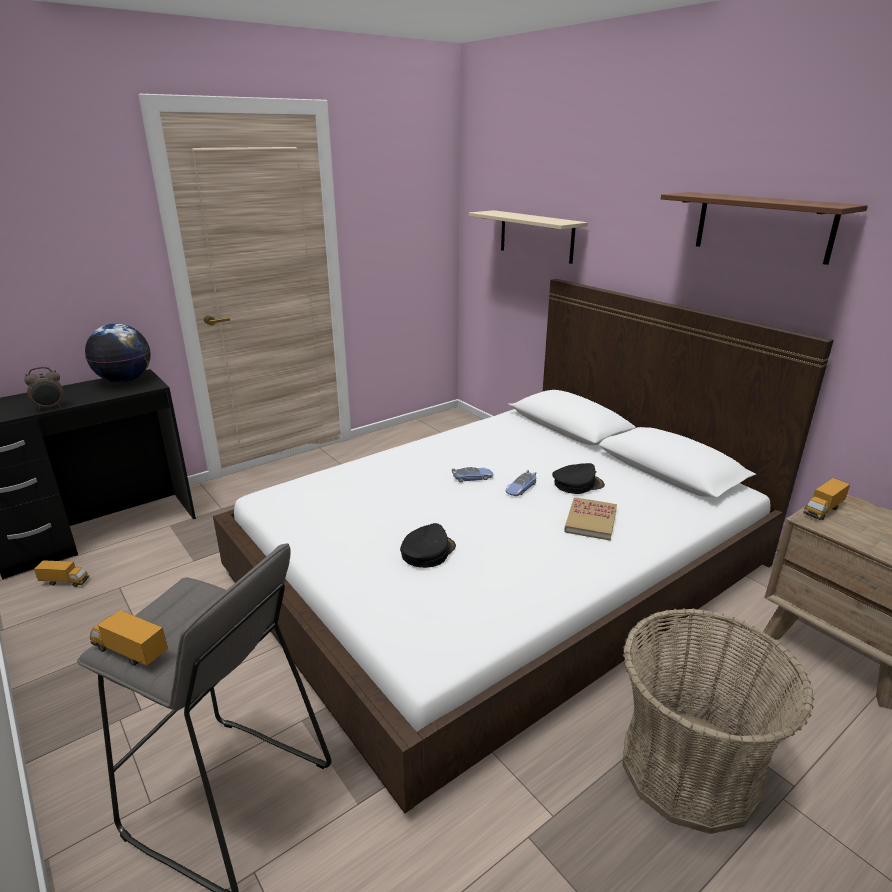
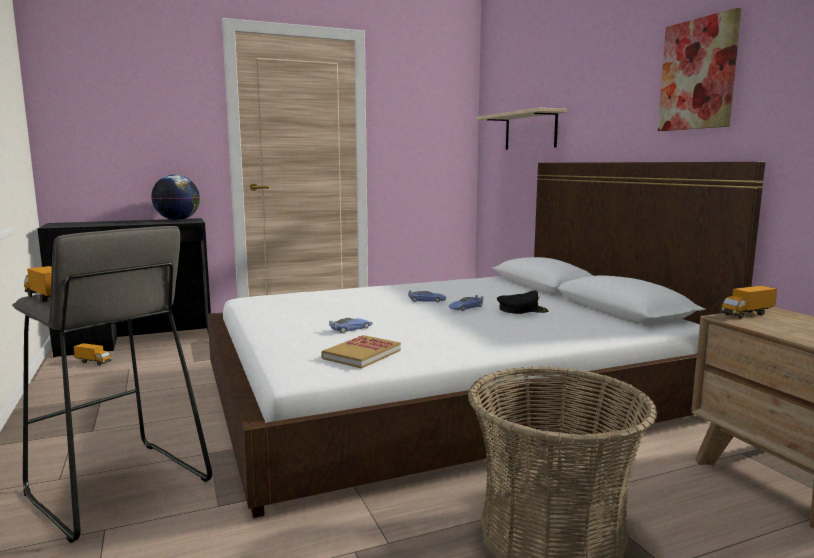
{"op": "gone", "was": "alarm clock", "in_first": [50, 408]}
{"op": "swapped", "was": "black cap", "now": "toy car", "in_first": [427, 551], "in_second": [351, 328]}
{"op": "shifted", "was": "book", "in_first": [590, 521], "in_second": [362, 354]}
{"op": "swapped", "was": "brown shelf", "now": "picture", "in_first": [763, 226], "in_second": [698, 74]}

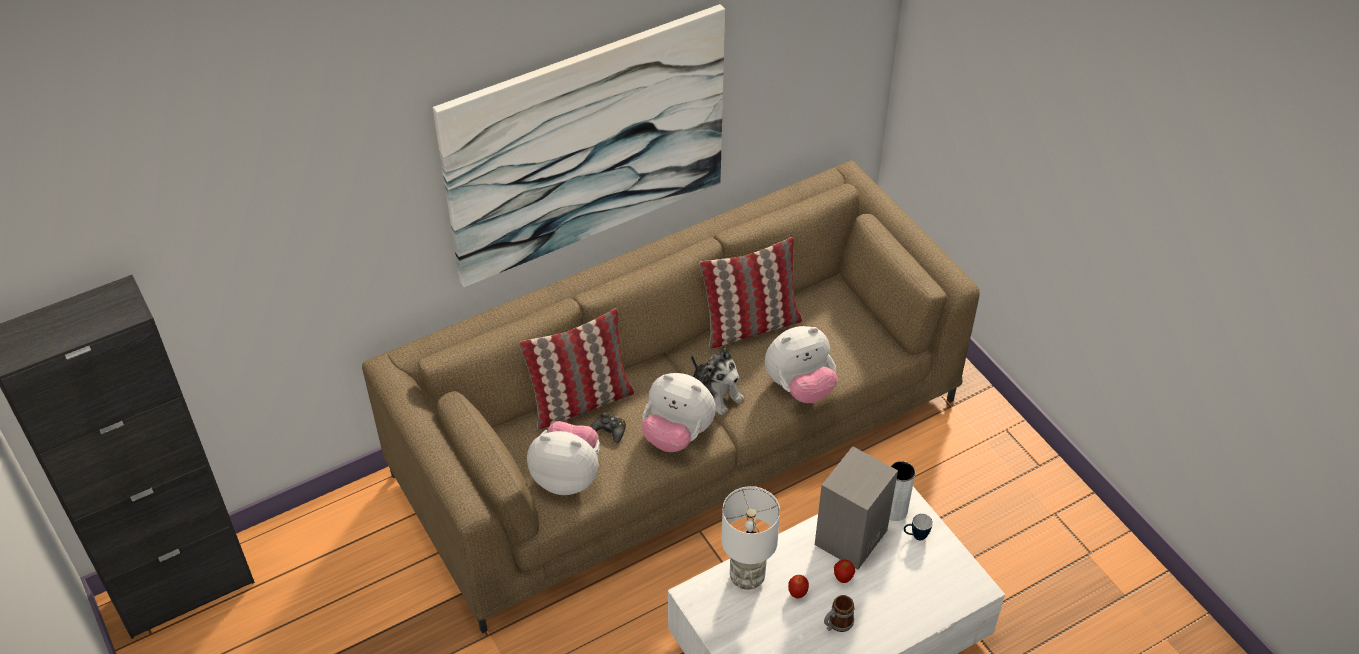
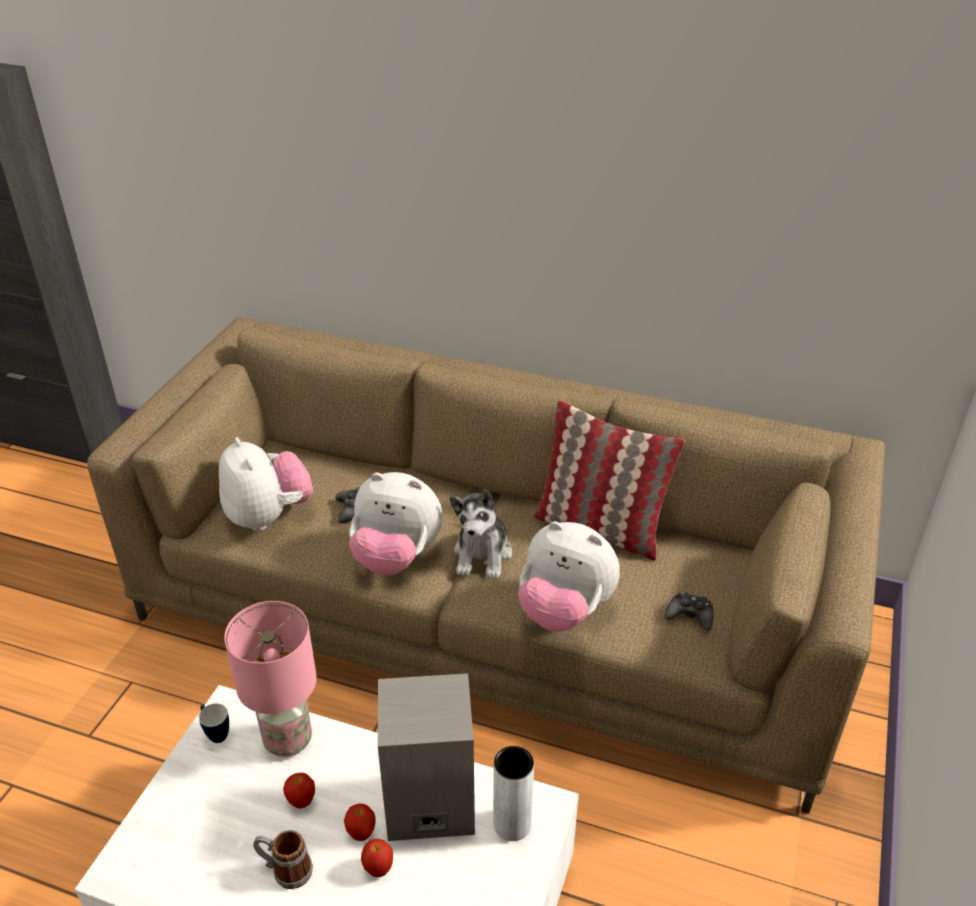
{"op": "gone", "was": "picture", "in_first": [587, 145]}
{"op": "gone", "was": "pillow", "in_first": [580, 402]}
{"op": "rotated", "was": "plush toy", "in_first": [677, 434], "in_second": [396, 557], "clockwise": -60}
{"op": "repainted", "was": "white table lamp", "now": "pink table lamp", "in_first": [746, 578], "in_second": [287, 740]}
{"op": "shifted", "was": "mug", "in_first": [915, 536], "in_second": [215, 733]}
{"op": "new", "now": "apple", "in_second": [378, 869]}
{"op": "new", "now": "black game controller", "in_second": [690, 615]}

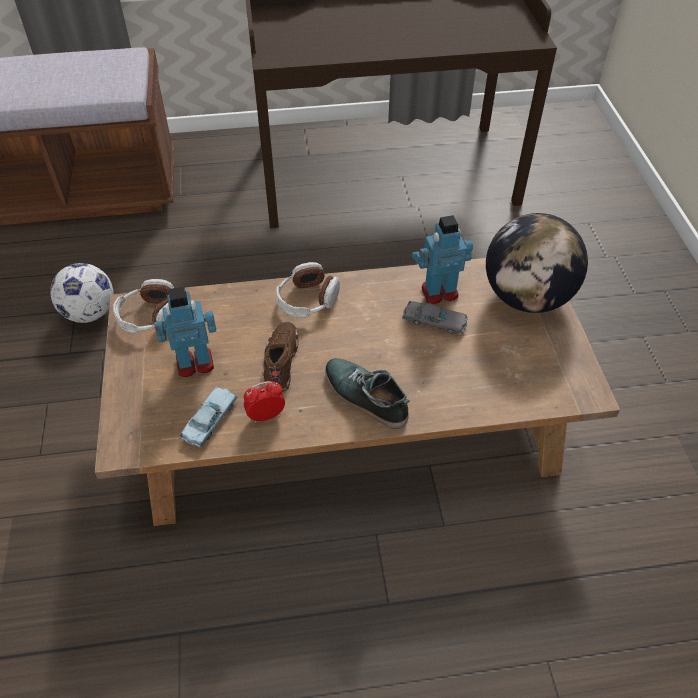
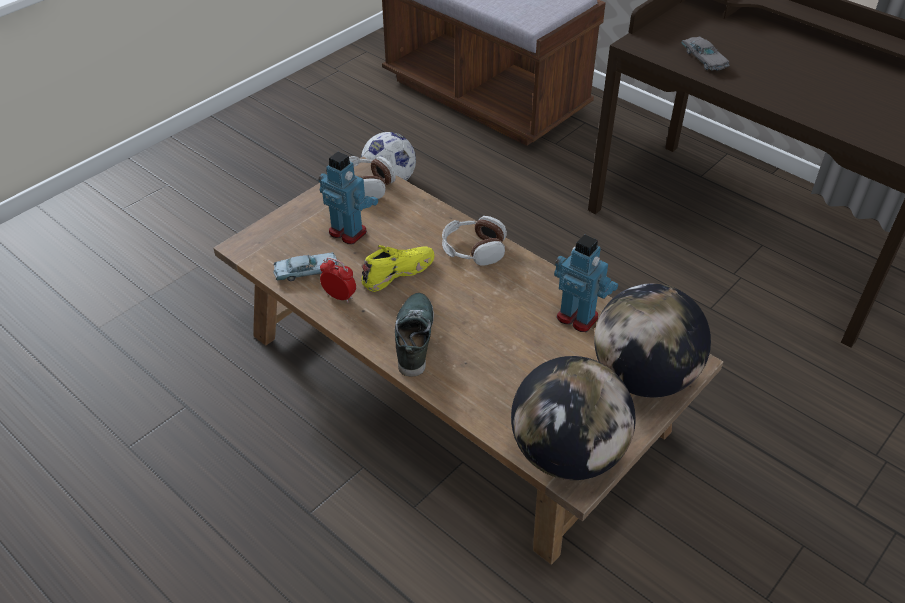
{"op": "repainted", "was": "brown shoe", "now": "yellow shoe", "in_first": [280, 360], "in_second": [397, 272]}
{"op": "shifted", "was": "grey toy car", "in_first": [434, 322], "in_second": [703, 59]}
{"op": "new", "now": "globe", "in_second": [567, 454]}

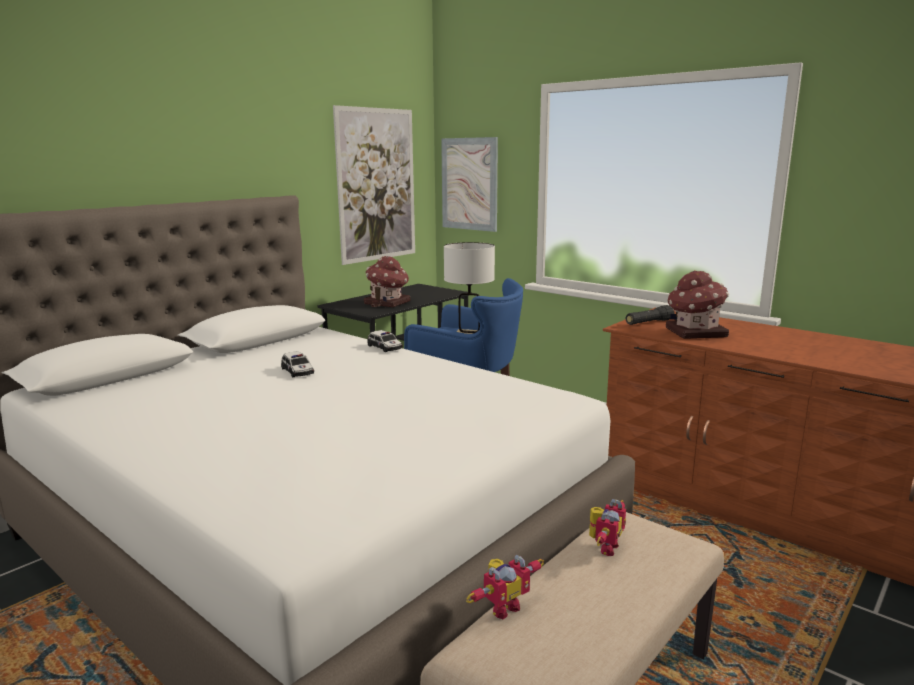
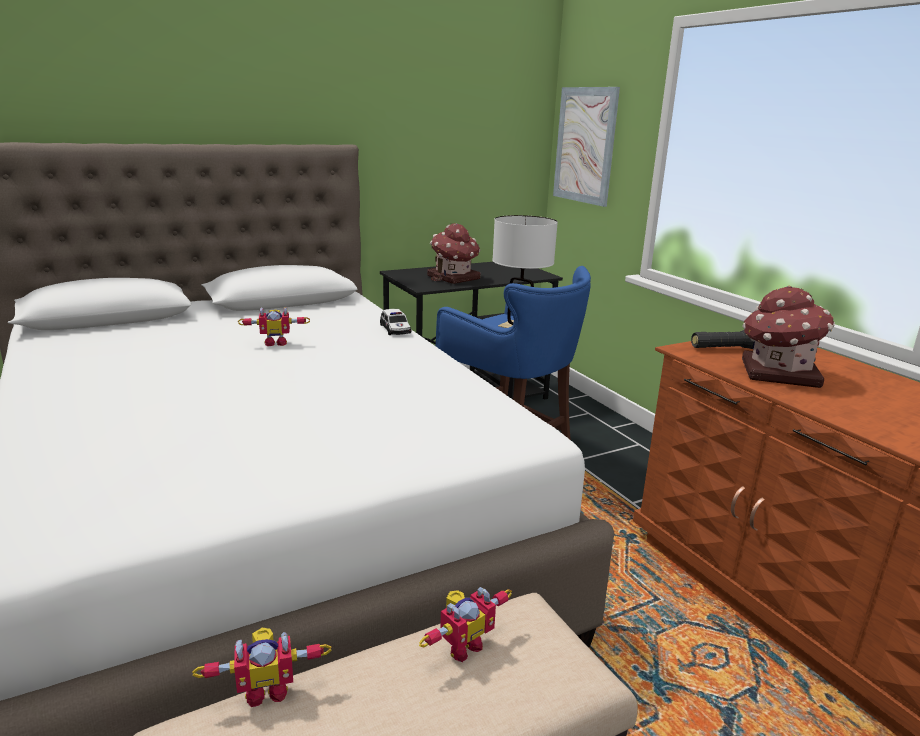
{"op": "swapped", "was": "toy car", "now": "toy robot", "in_first": [298, 371], "in_second": [276, 342]}
{"op": "gone", "was": "picture", "in_first": [376, 185]}

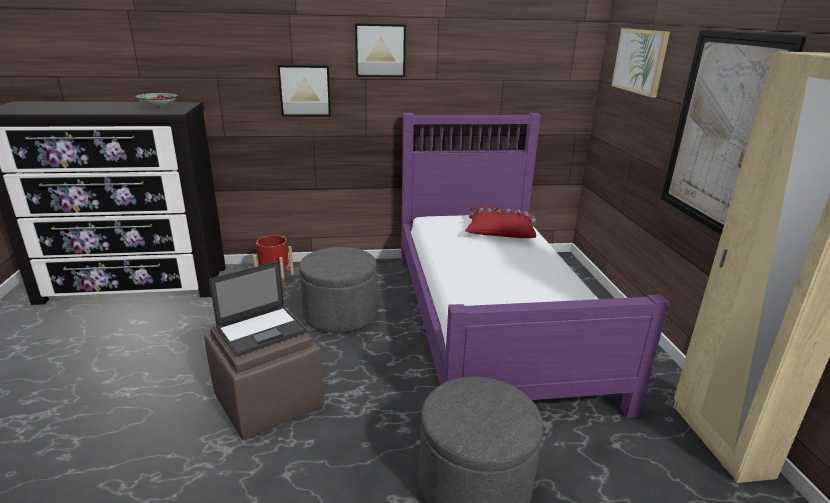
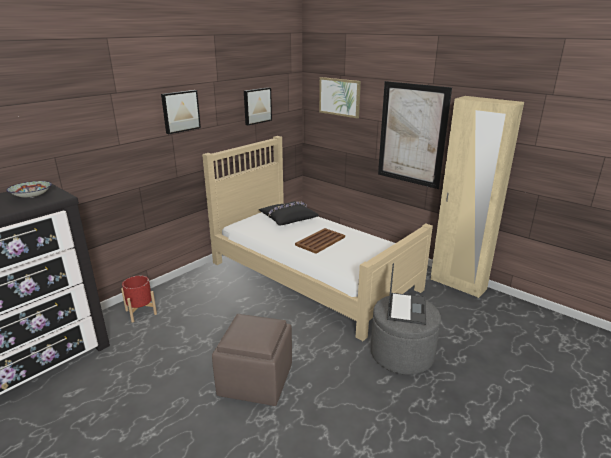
{"op": "shifted", "was": "laptop", "in_first": [262, 330], "in_second": [406, 308]}
{"op": "shifted", "was": "picture", "in_first": [305, 90], "in_second": [257, 105]}
{"op": "gone", "was": "grey ottoman", "in_first": [340, 314]}
{"op": "repainted", "was": "purple bed", "now": "beige bed", "in_first": [492, 319], "in_second": [312, 275]}
{"op": "repainted", "was": "red pillow", "now": "black pillow", "in_first": [500, 230], "in_second": [288, 218]}
{"op": "new", "now": "brown tray", "in_second": [321, 241]}

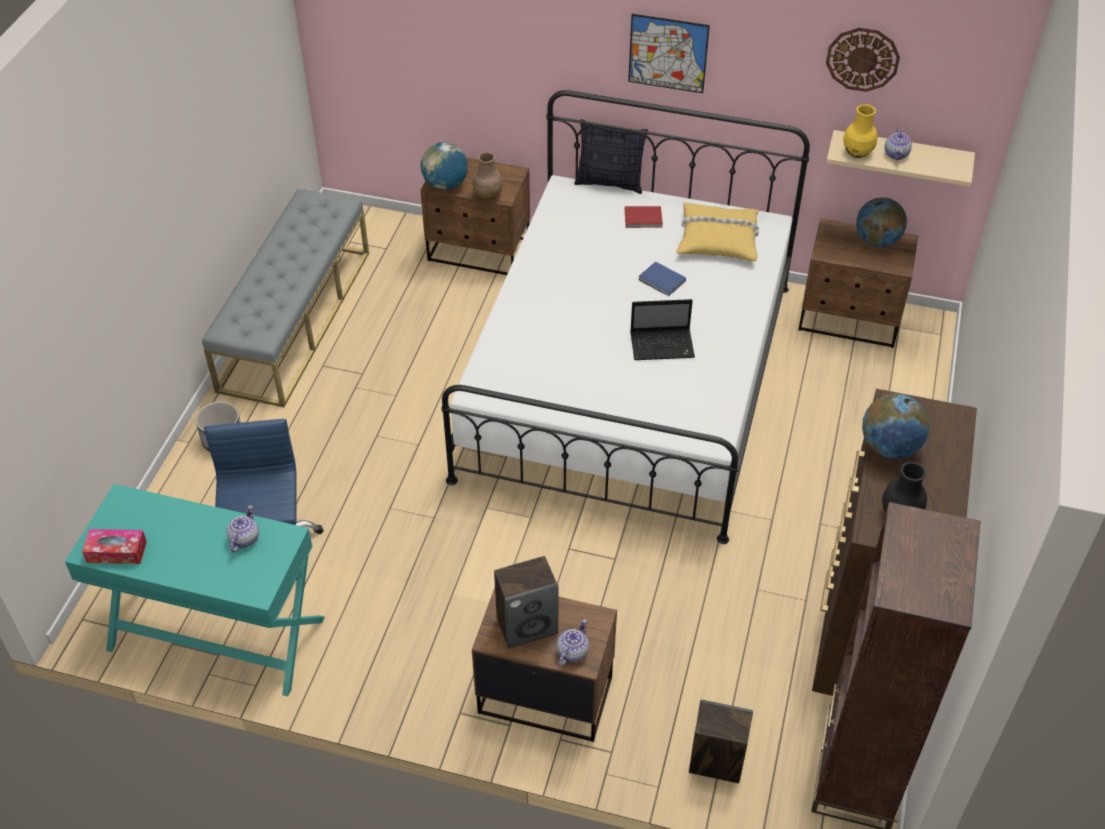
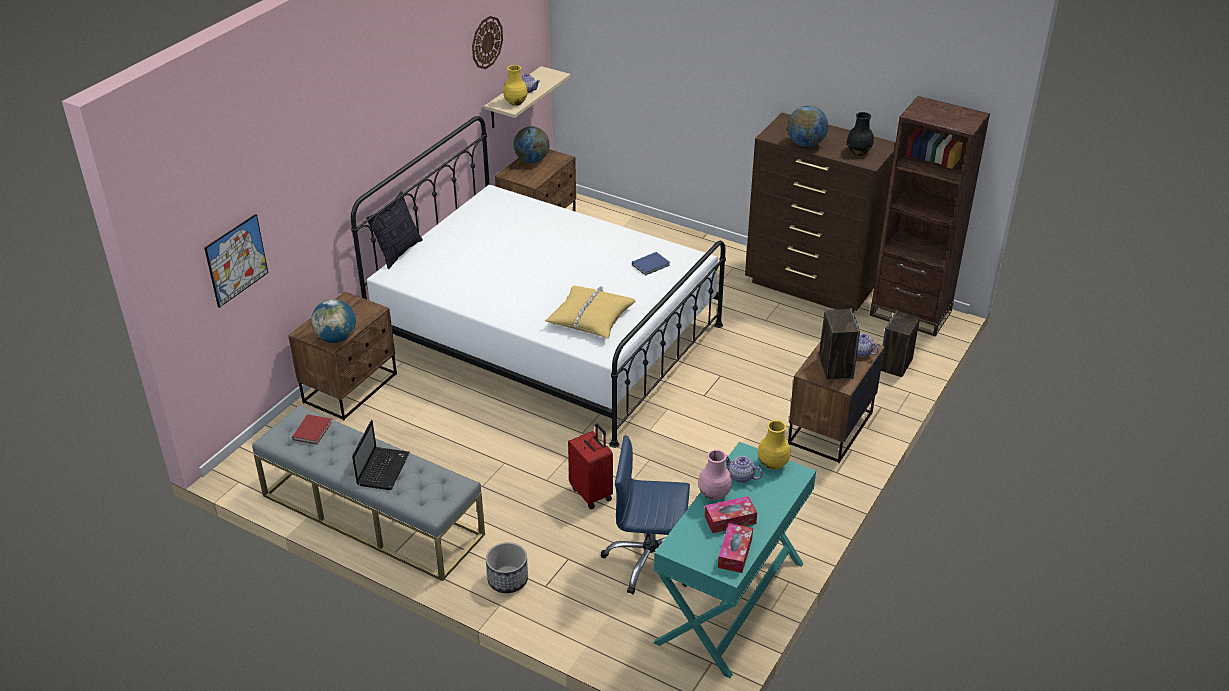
{"op": "gone", "was": "brown vase", "in_first": [488, 195]}
{"op": "shifted", "was": "red book", "in_first": [644, 219], "in_second": [313, 430]}
{"op": "shifted", "was": "picture", "in_first": [668, 53], "in_second": [236, 260]}
{"op": "shifted", "was": "laptop", "in_first": [663, 345], "in_second": [383, 468]}
{"op": "shifted", "was": "blue book", "in_first": [662, 281], "in_second": [652, 265]}
{"op": "shifted", "was": "yellow pillow", "in_first": [718, 239], "in_second": [590, 318]}
{"op": "new", "now": "red suitcase", "in_second": [592, 493]}
{"op": "new", "now": "pink vase", "in_second": [714, 494]}
{"op": "new", "now": "tissue box", "in_second": [730, 520]}
{"op": "new", "now": "yellow vase", "in_second": [773, 464]}

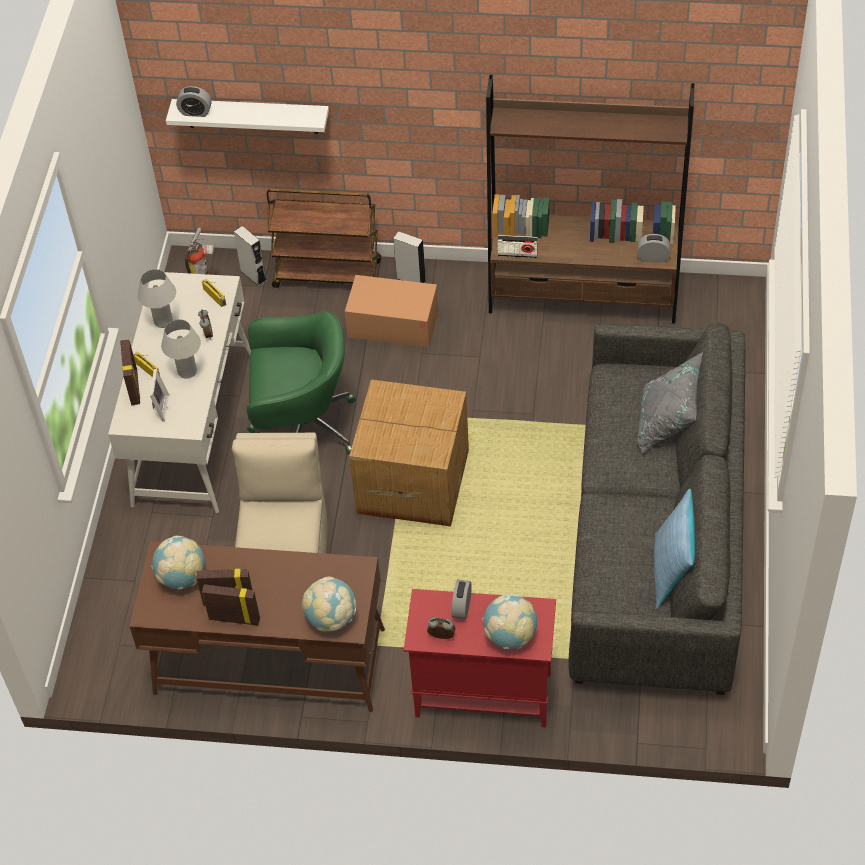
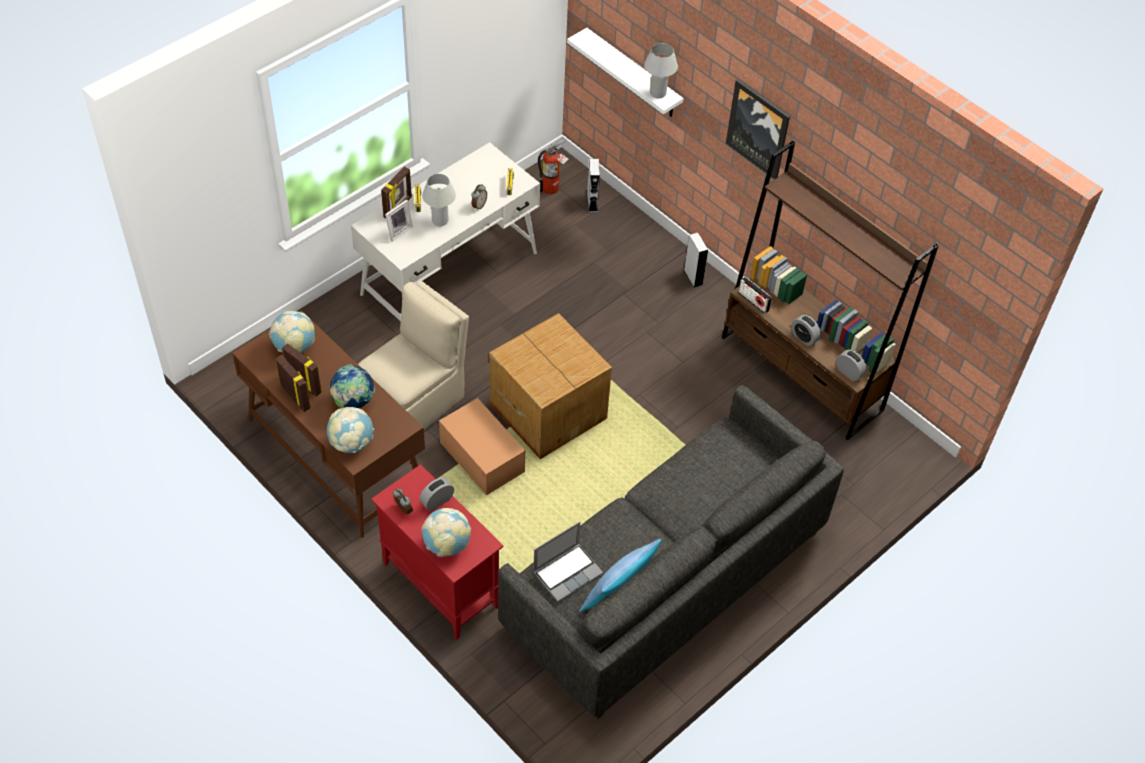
{"op": "shifted", "was": "white table lamp", "in_first": [163, 321], "in_second": [658, 93]}
{"op": "shifted", "was": "alarm clock", "in_first": [195, 112], "in_second": [804, 337]}
{"op": "gone", "was": "green office chair", "in_first": [302, 428]}
{"op": "gone", "was": "brown cart", "in_first": [328, 274]}
{"op": "shifted", "was": "cardboard box", "in_first": [393, 324], "in_second": [482, 457]}
{"op": "gone", "was": "grey pillow", "in_first": [667, 423]}
{"op": "new", "now": "globe", "in_second": [353, 402]}
{"op": "new", "now": "laptop", "in_second": [567, 572]}
{"op": "new", "now": "picture", "in_second": [758, 129]}

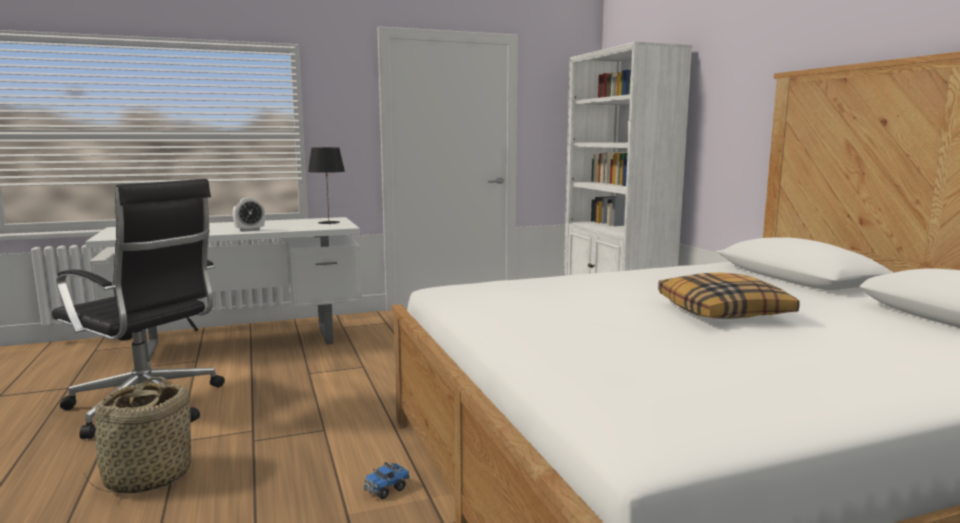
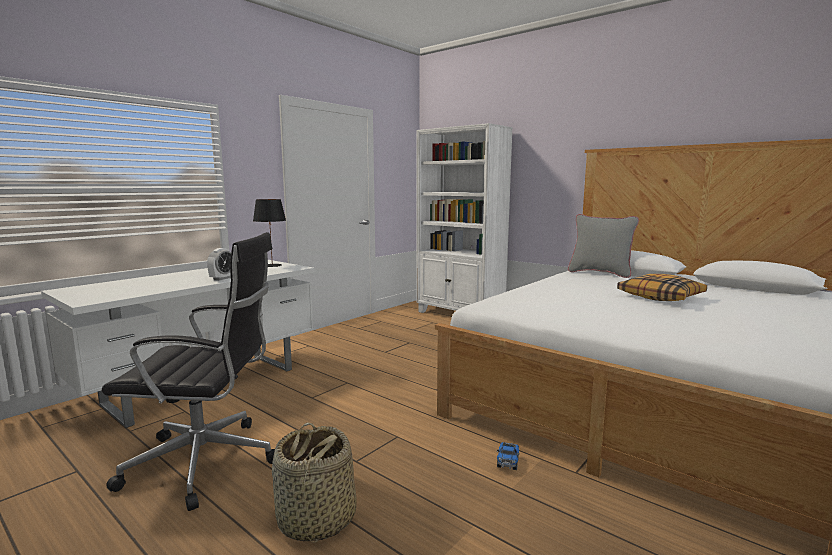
{"op": "new", "now": "grey pillow", "in_second": [600, 273]}

